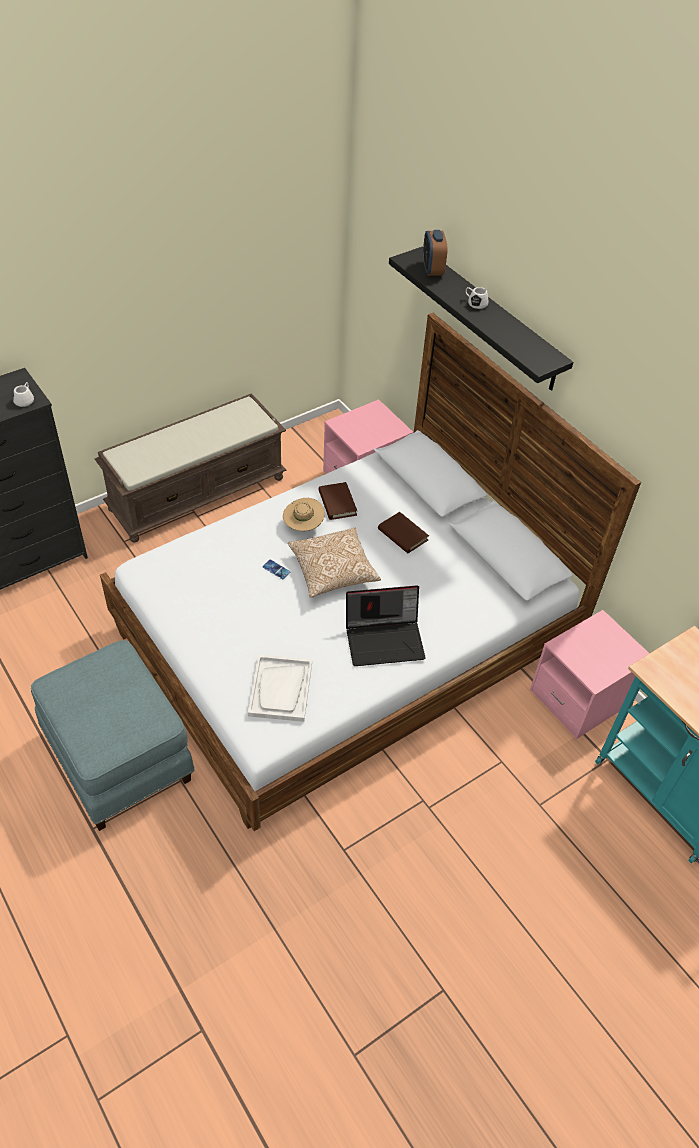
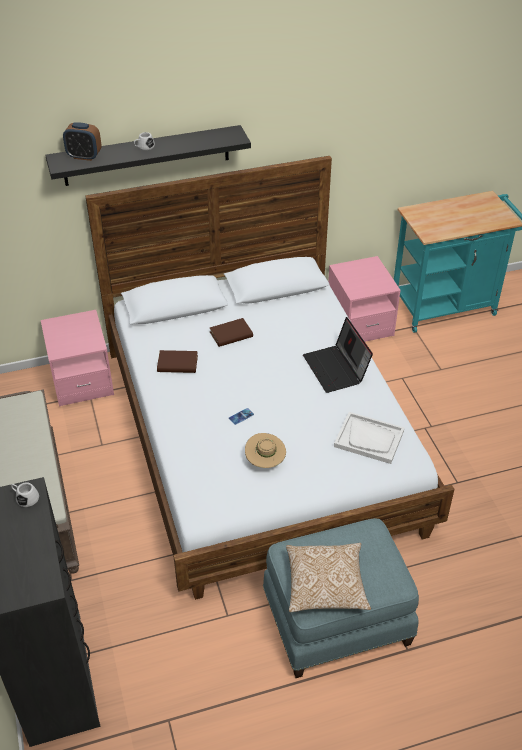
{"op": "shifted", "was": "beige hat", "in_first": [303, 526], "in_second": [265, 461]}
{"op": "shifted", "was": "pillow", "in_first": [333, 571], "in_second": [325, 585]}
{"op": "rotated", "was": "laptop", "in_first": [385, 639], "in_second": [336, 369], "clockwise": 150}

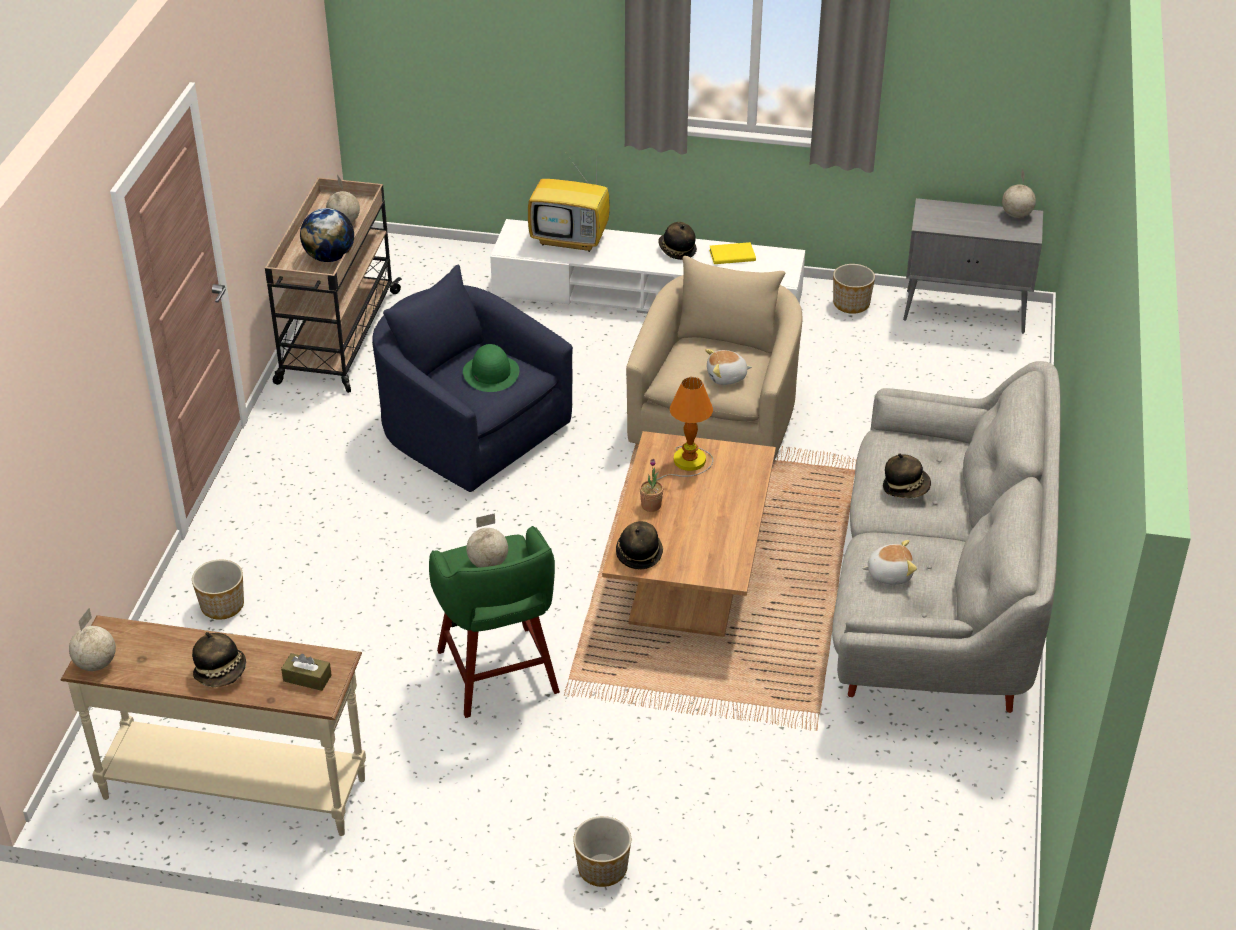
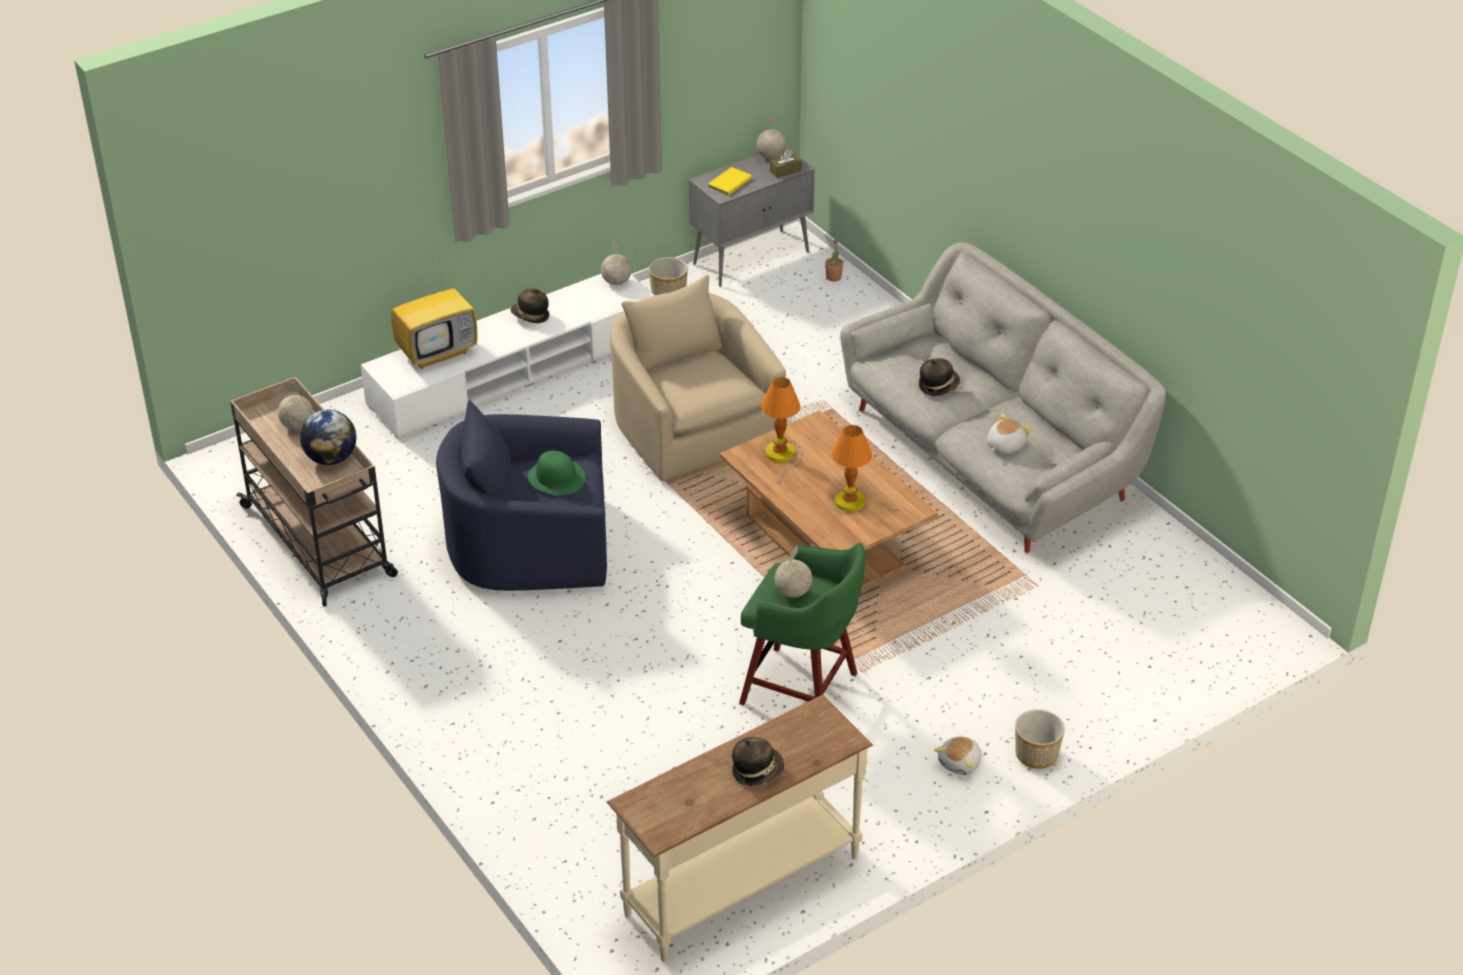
{"op": "shifted", "was": "globe", "in_first": [96, 664], "in_second": [616, 282]}
{"op": "gone", "was": "planter", "in_first": [221, 606]}
{"op": "shifted", "was": "brown tissue box", "in_first": [307, 678], "in_second": [785, 171]}
{"op": "gone", "was": "hat", "in_first": [639, 553]}
{"op": "shifted", "was": "potted plant", "in_first": [651, 505], "in_second": [833, 277]}
{"op": "shifted", "was": "plush toy", "in_first": [726, 377], "in_second": [960, 763]}
{"op": "shifted", "was": "yellow book", "in_first": [731, 255], "in_second": [728, 183]}
{"op": "new", "now": "table lamp", "in_second": [853, 501]}

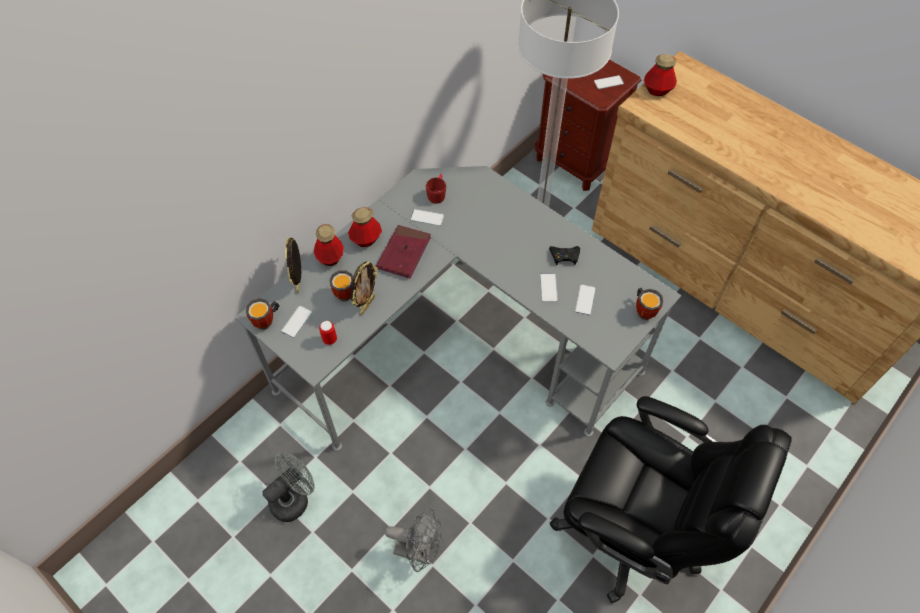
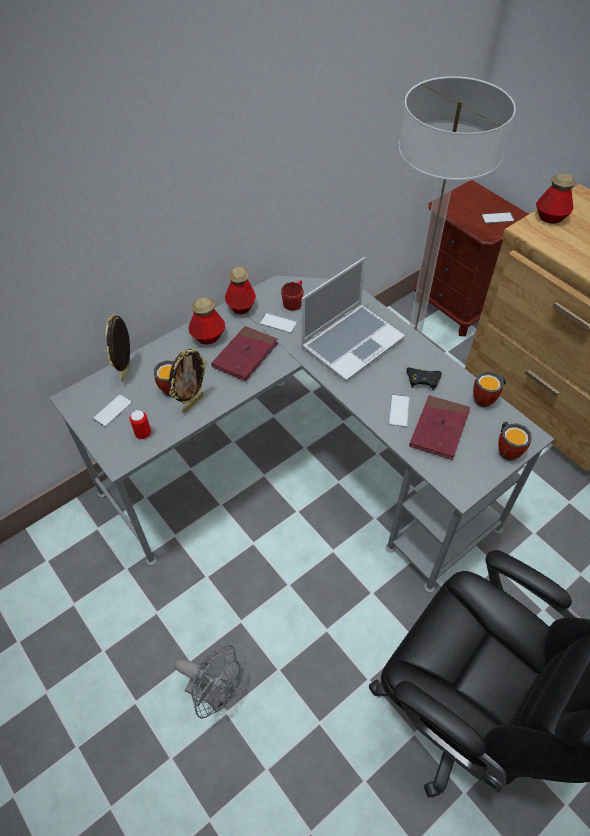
{"op": "shifted", "was": "mug", "in_first": [267, 321], "in_second": [487, 399]}
{"op": "gone", "was": "grey fan", "in_first": [294, 498]}
{"op": "shifted", "was": "bottle", "in_first": [330, 257], "in_second": [241, 306]}
{"op": "swapped", "was": "phone", "now": "red book", "in_first": [585, 300], "in_second": [439, 429]}
{"op": "new", "now": "laptop", "in_second": [352, 342]}

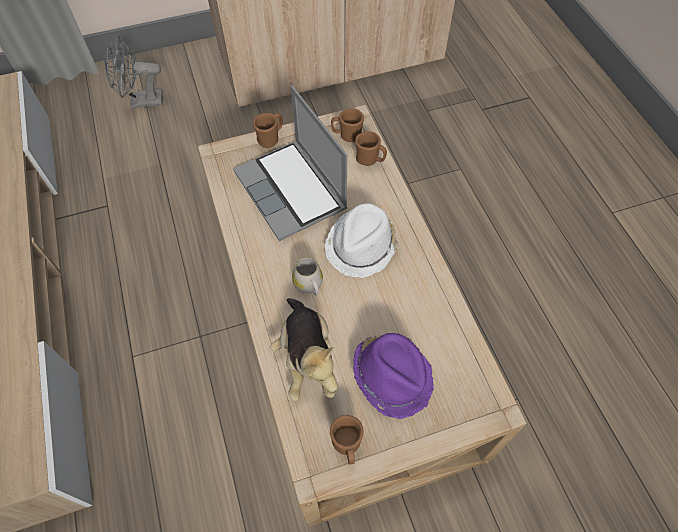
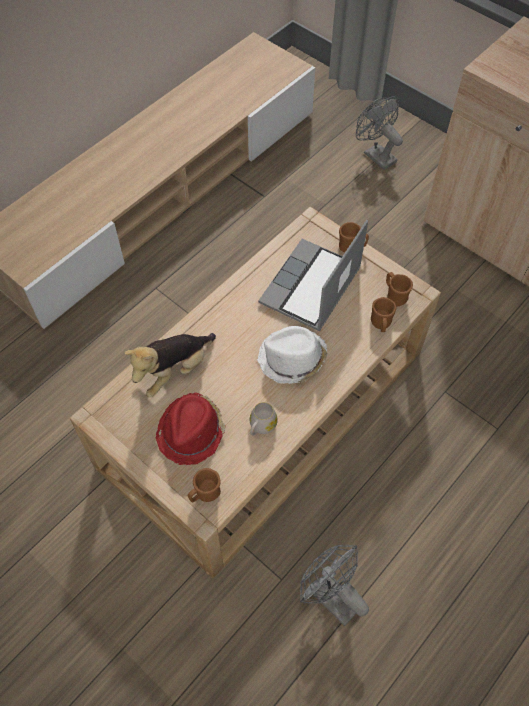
{"op": "shifted", "was": "white mug", "in_first": [309, 286], "in_second": [261, 426]}
{"op": "shifted", "was": "brown mug", "in_first": [347, 446], "in_second": [205, 494]}
{"op": "repainted", "was": "purple hat", "now": "red hat", "in_first": [393, 376], "in_second": [192, 432]}
{"op": "new", "now": "grey fan", "in_second": [330, 596]}

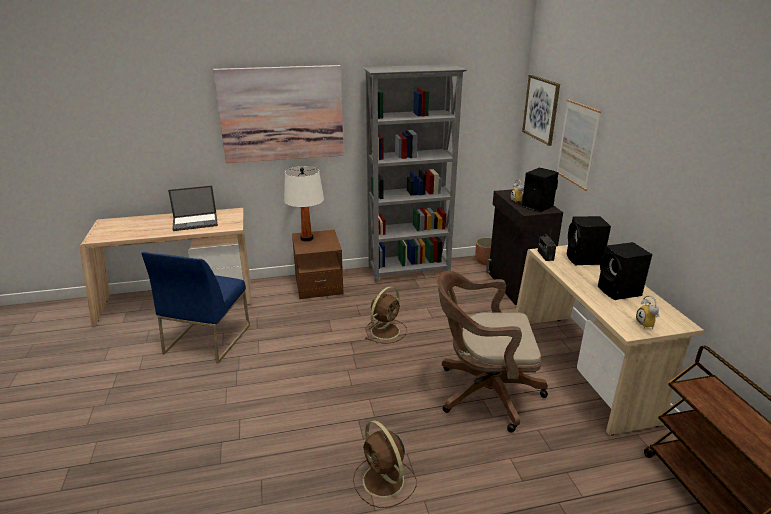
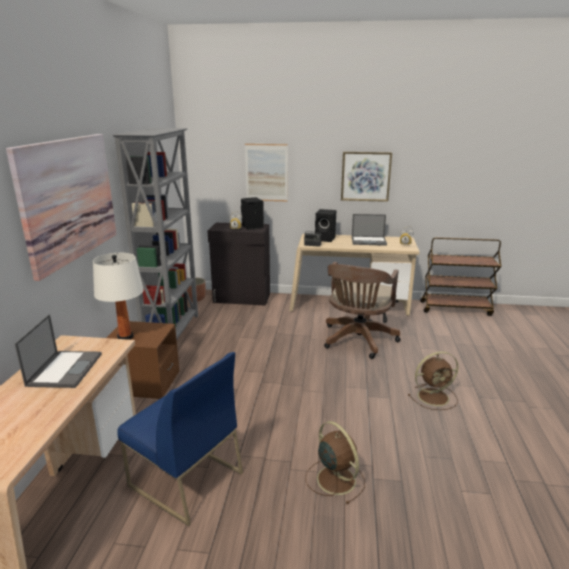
{"op": "shifted", "was": "brown fan", "in_first": [386, 330], "in_second": [335, 478]}
{"op": "shifted", "was": "picture", "in_first": [541, 109], "in_second": [365, 176]}
{"op": "swapped", "was": "black speaker", "now": "laptop", "in_first": [619, 292], "in_second": [369, 241]}

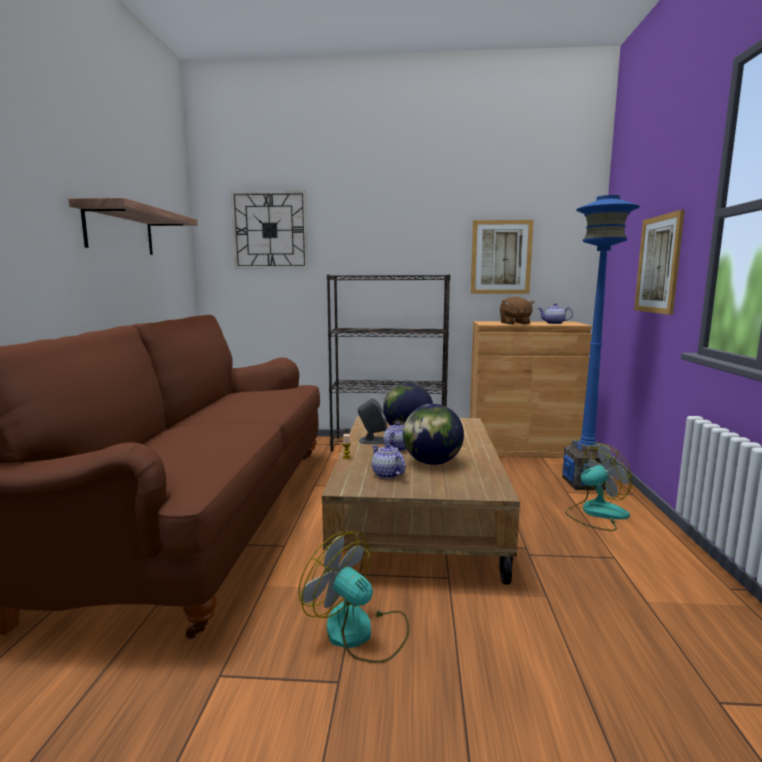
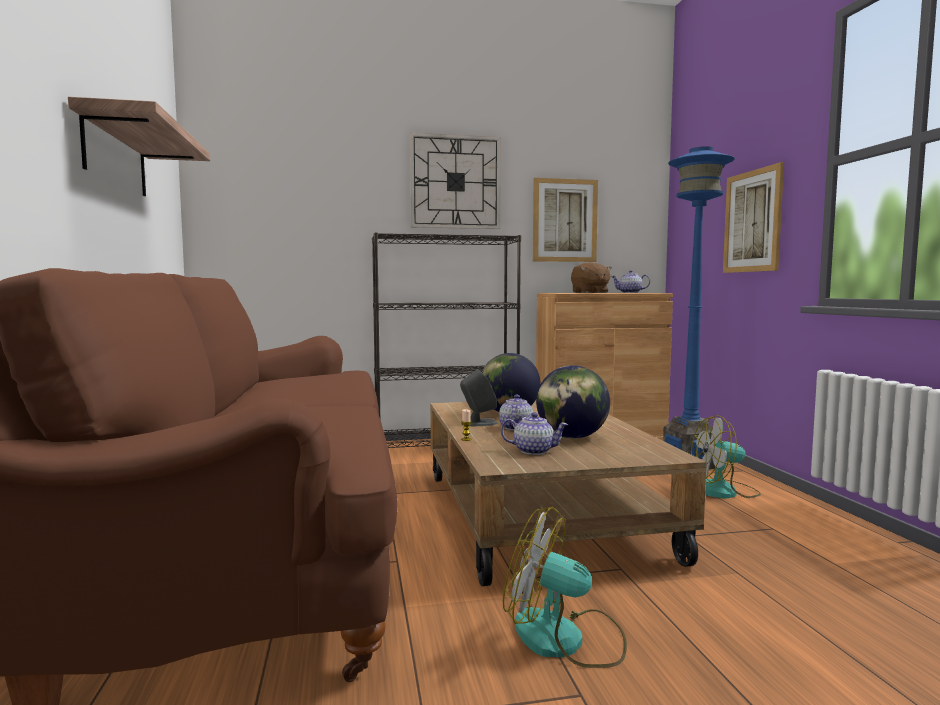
{"op": "shifted", "was": "wall clock", "in_first": [270, 230], "in_second": [455, 182]}
{"op": "rotated", "was": "teapot", "in_first": [387, 474], "in_second": [534, 451], "clockwise": 150}
{"op": "rotated", "was": "fan", "in_first": [596, 513], "in_second": [723, 491], "clockwise": -150}

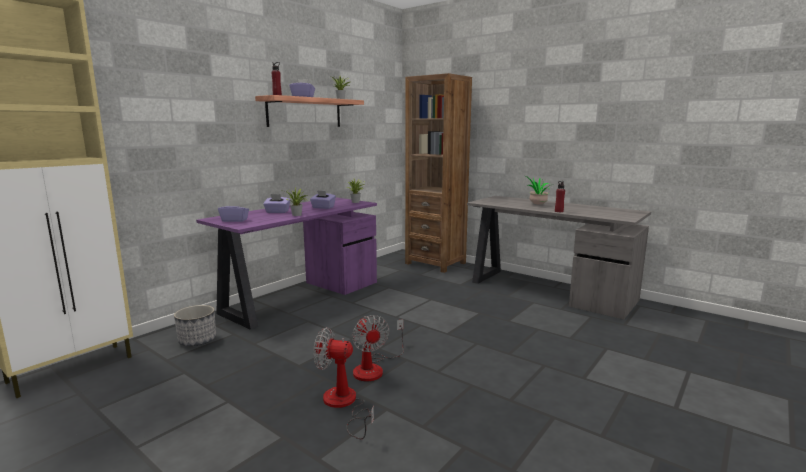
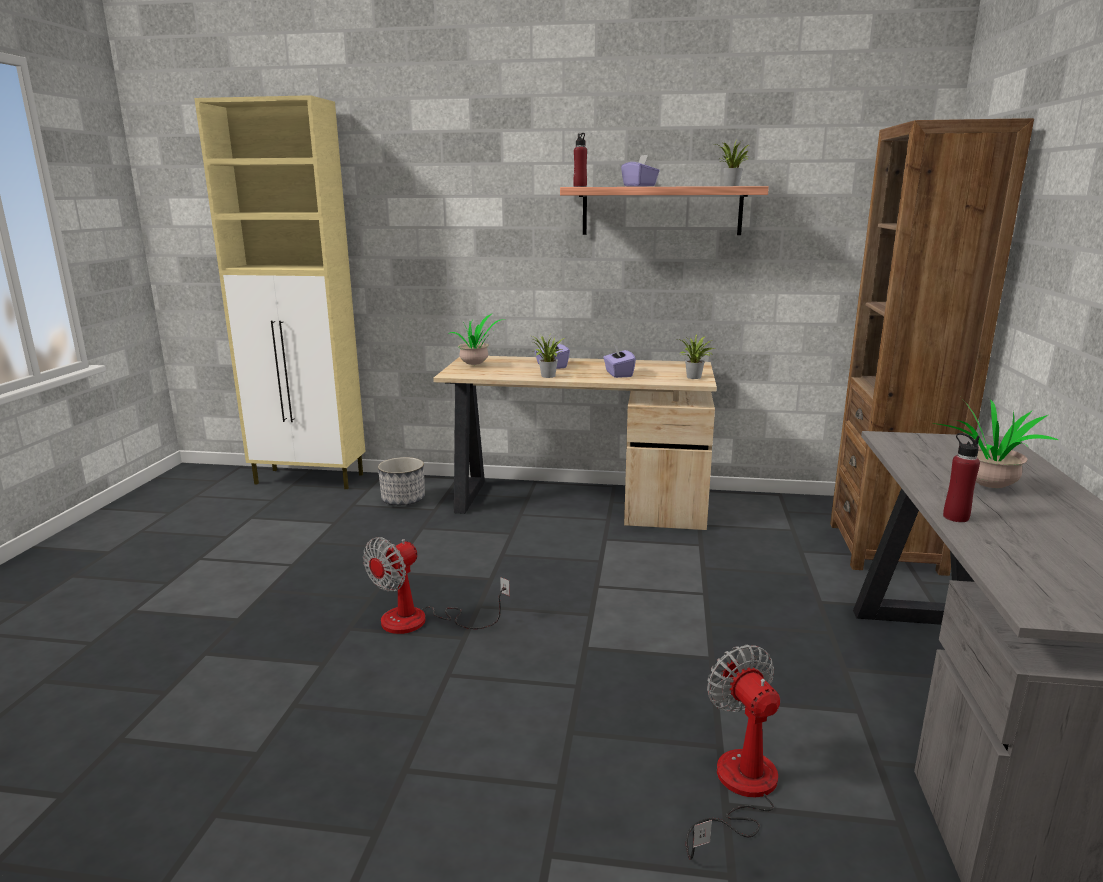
{"op": "repainted", "was": "purple desk", "now": "beige desk", "in_first": [299, 297], "in_second": [576, 502]}
{"op": "swapped", "was": "purple tissue box", "now": "potted plant", "in_first": [234, 220], "in_second": [476, 365]}
{"op": "shifted", "was": "fan", "in_first": [344, 405], "in_second": [738, 789]}

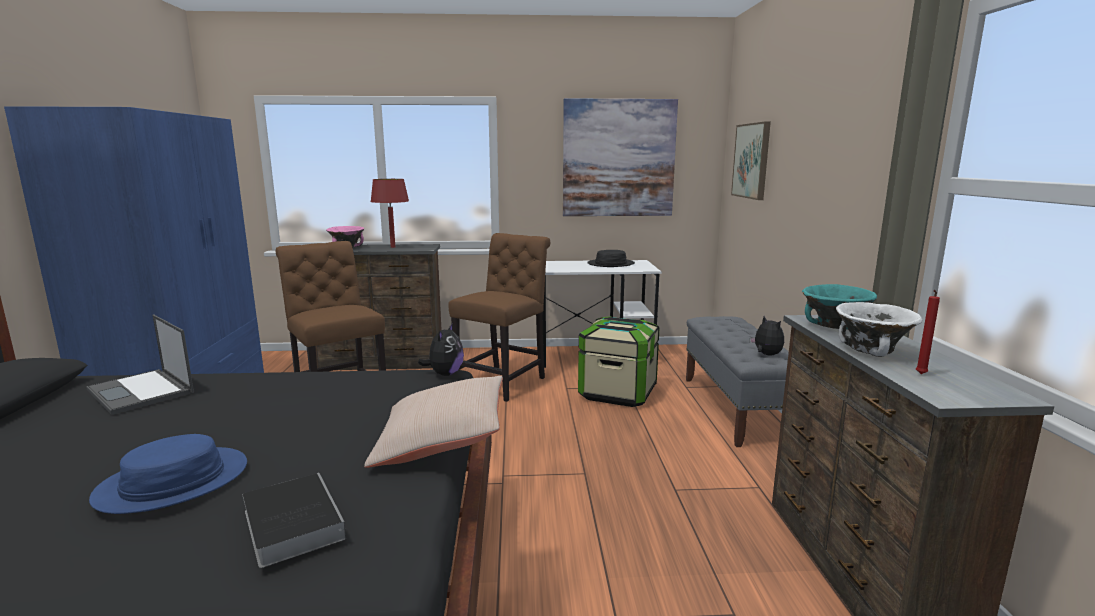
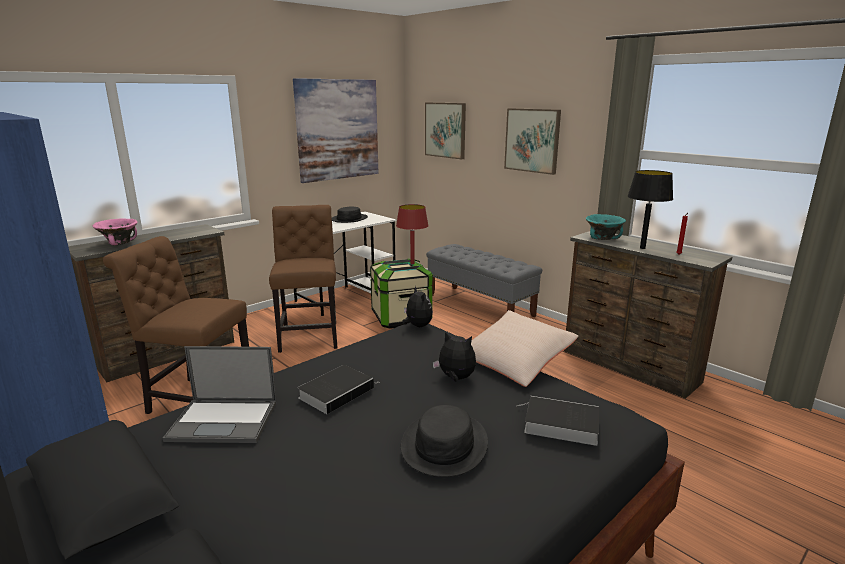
{"op": "repainted", "was": "blue hat", "now": "black hat", "in_first": [173, 482], "in_second": [445, 445]}
{"op": "shifted", "was": "red table lamp", "in_first": [393, 247], "in_second": [412, 263]}
{"op": "shifted", "was": "plush toy", "in_first": [766, 355], "in_second": [455, 378]}
{"op": "swapped", "was": "white bowl", "now": "black table lamp", "in_first": [871, 351], "in_second": [642, 248]}
{"op": "new", "now": "book", "in_second": [337, 392]}
{"op": "new", "now": "picture", "in_second": [532, 140]}

